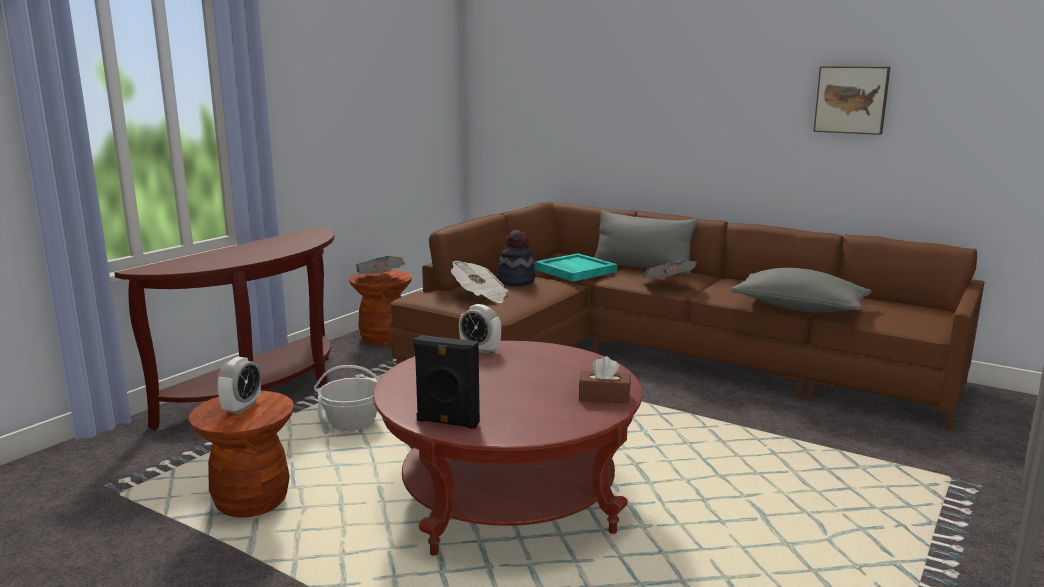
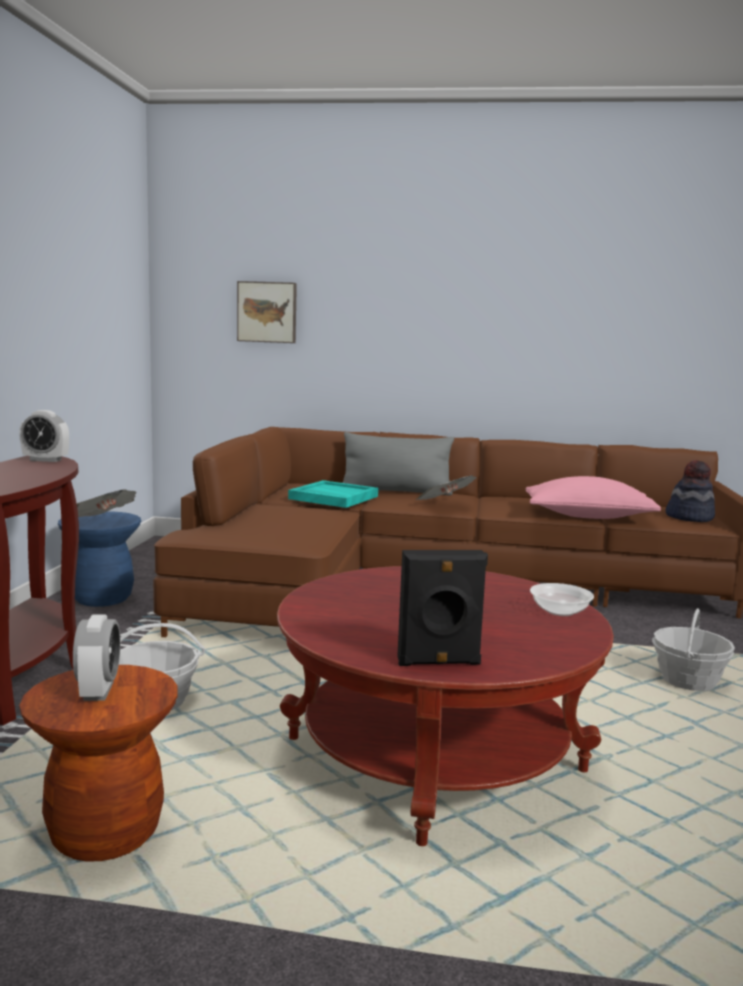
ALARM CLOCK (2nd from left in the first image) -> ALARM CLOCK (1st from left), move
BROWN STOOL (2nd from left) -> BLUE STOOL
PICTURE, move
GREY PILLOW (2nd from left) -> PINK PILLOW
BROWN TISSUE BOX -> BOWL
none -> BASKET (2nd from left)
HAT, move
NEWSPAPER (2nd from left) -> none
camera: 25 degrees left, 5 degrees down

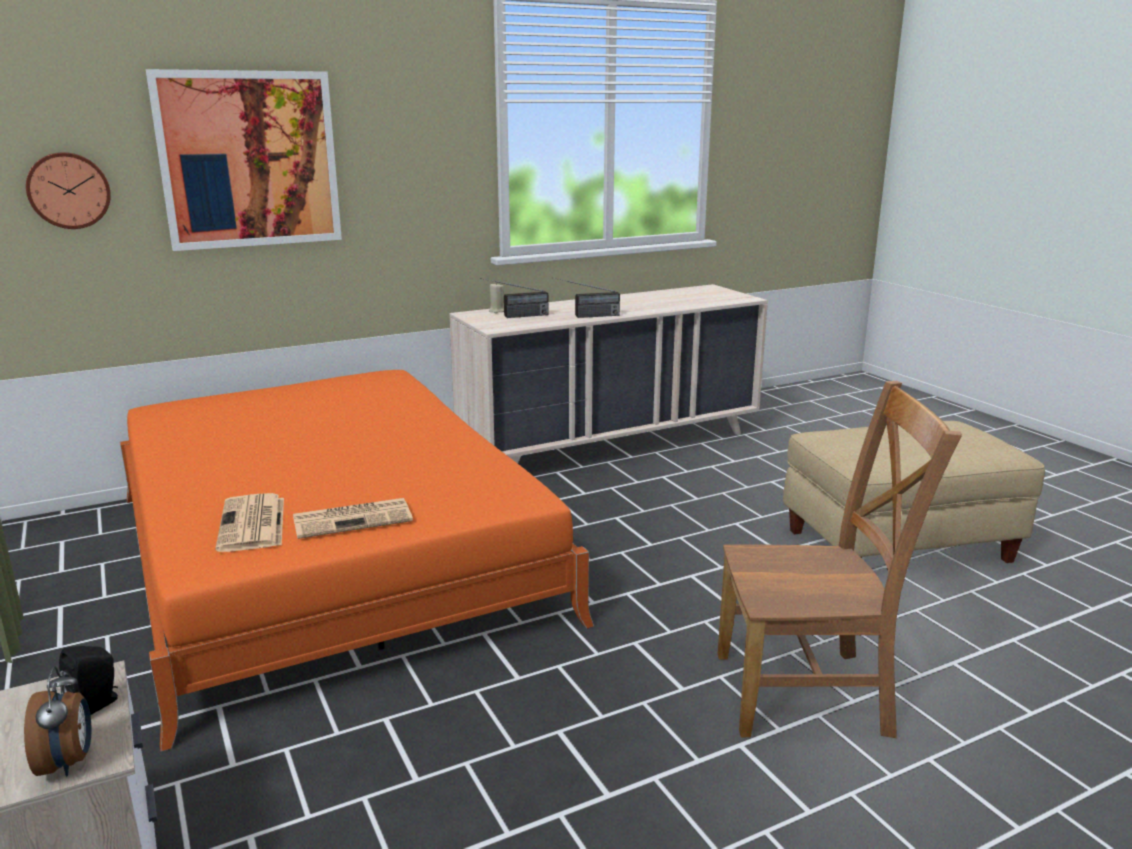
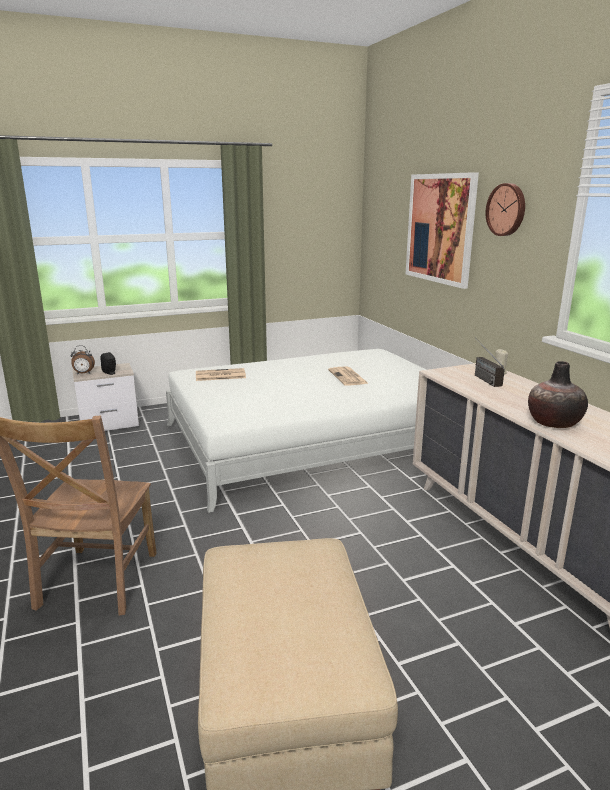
ORANGE BED -> WHITE BED
NEWSPAPER (2nd from left), move
WALL CLOCK, move
none -> VASE
RADIO (2nd from left) -> none
camera: 95 degrees right, 0 degrees up

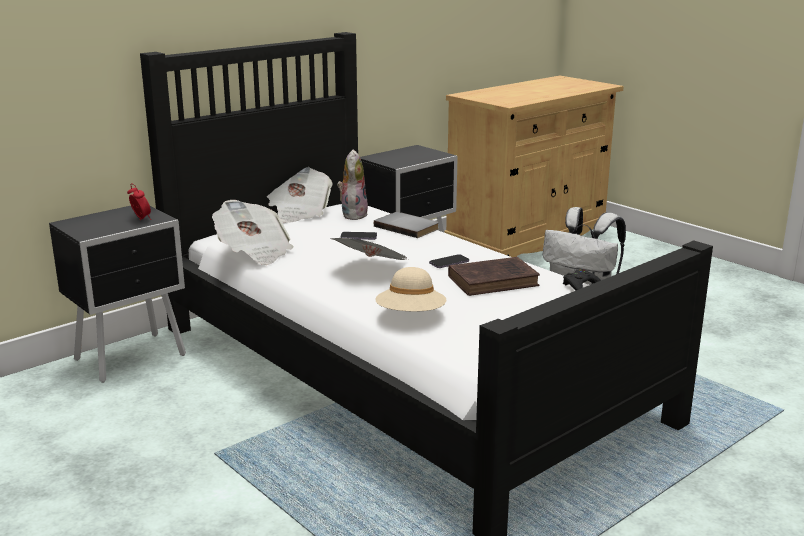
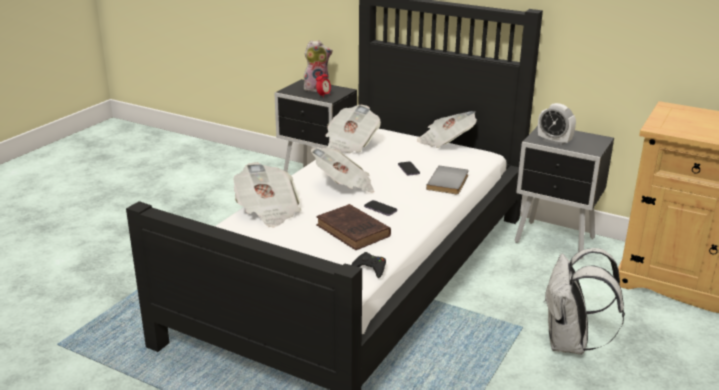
BEIGE HAT -> NEWSPAPER (1st from left)
PLUSH TOY, move
none -> ALARM CLOCK (2nd from left)
camera: 70 degrees right, 5 degrees up

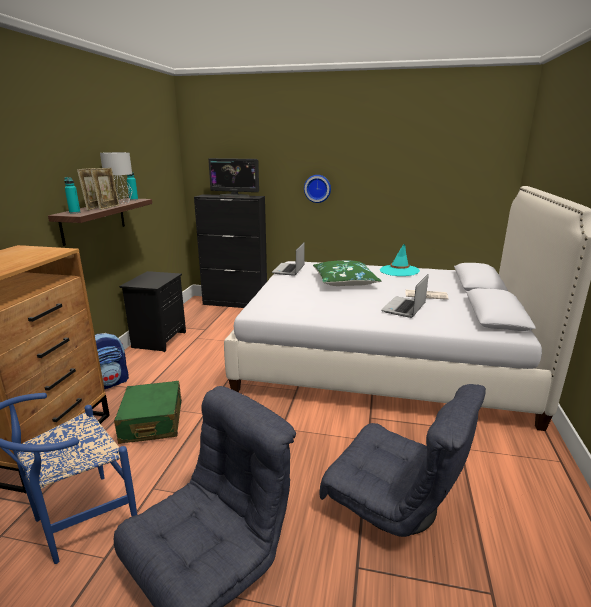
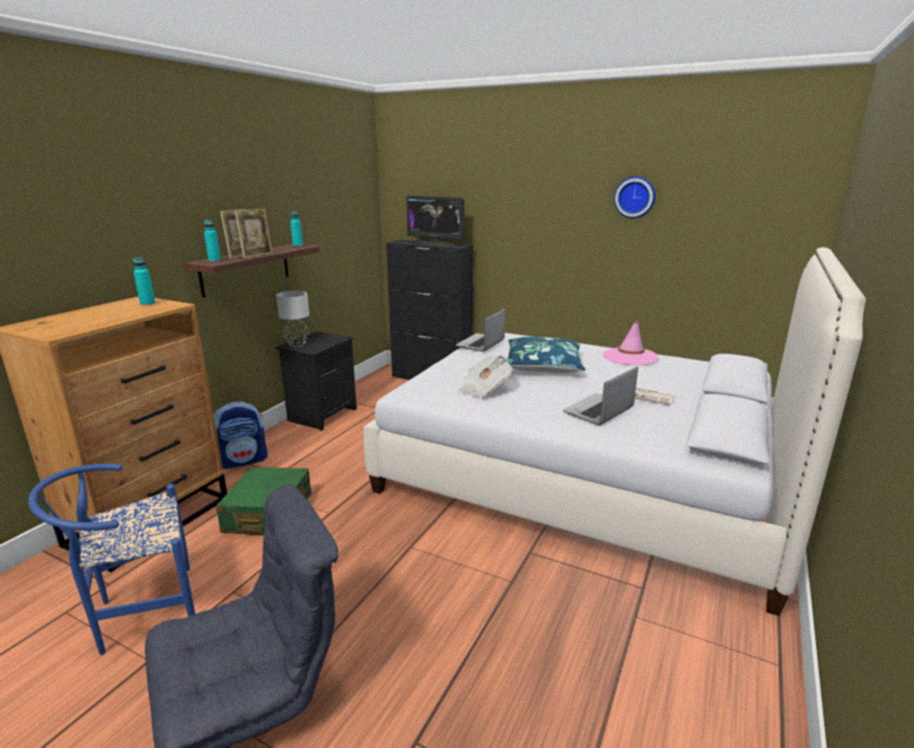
none -> TURQUOISE BOTTLE (1st from left)
GREY TABLE LAMP, move
none -> NEWSPAPER (1st from left)
GREEN PILLOW -> BLUE PILLOW
TURQUOISE HAT -> PINK HAT
WALL CLOCK, move
GREY ARMCHAIR (2nd from left) -> none
camera: 15 degrees right, 0 degrees up

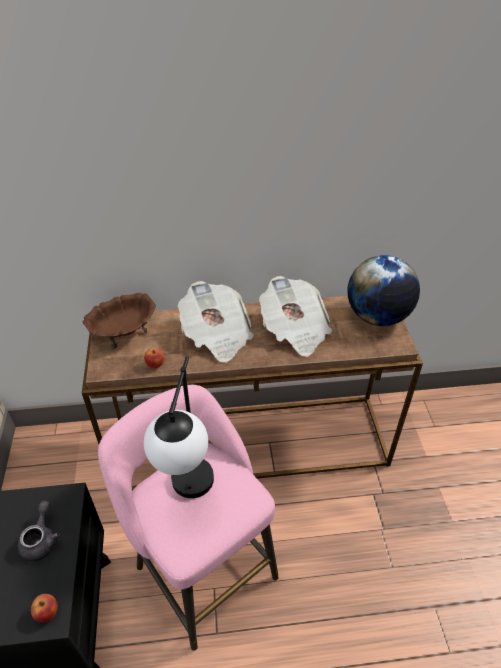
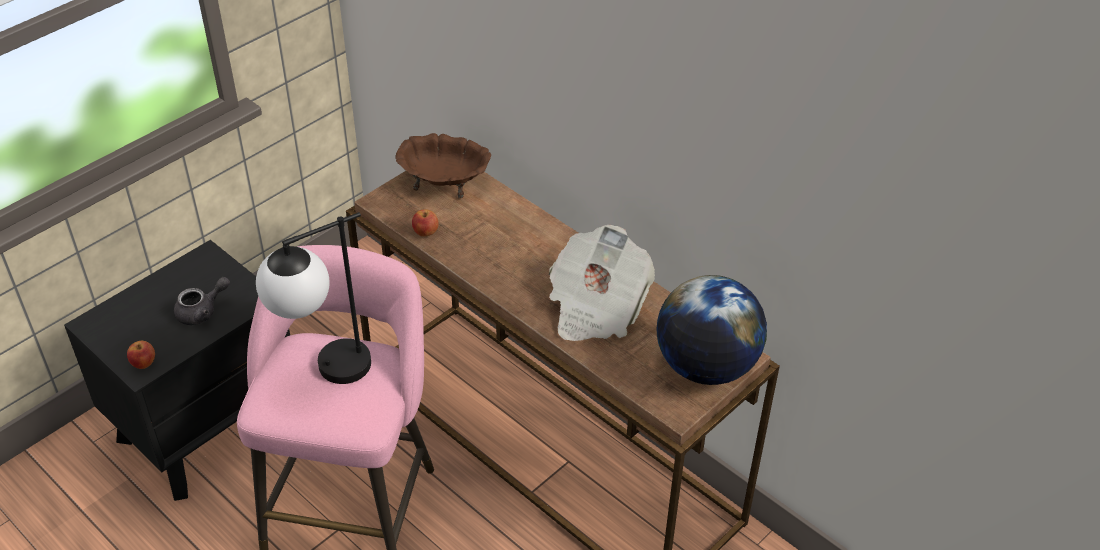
NEWSPAPER (1st from left) -> none
camera: 50 degrees right, 0 degrees up

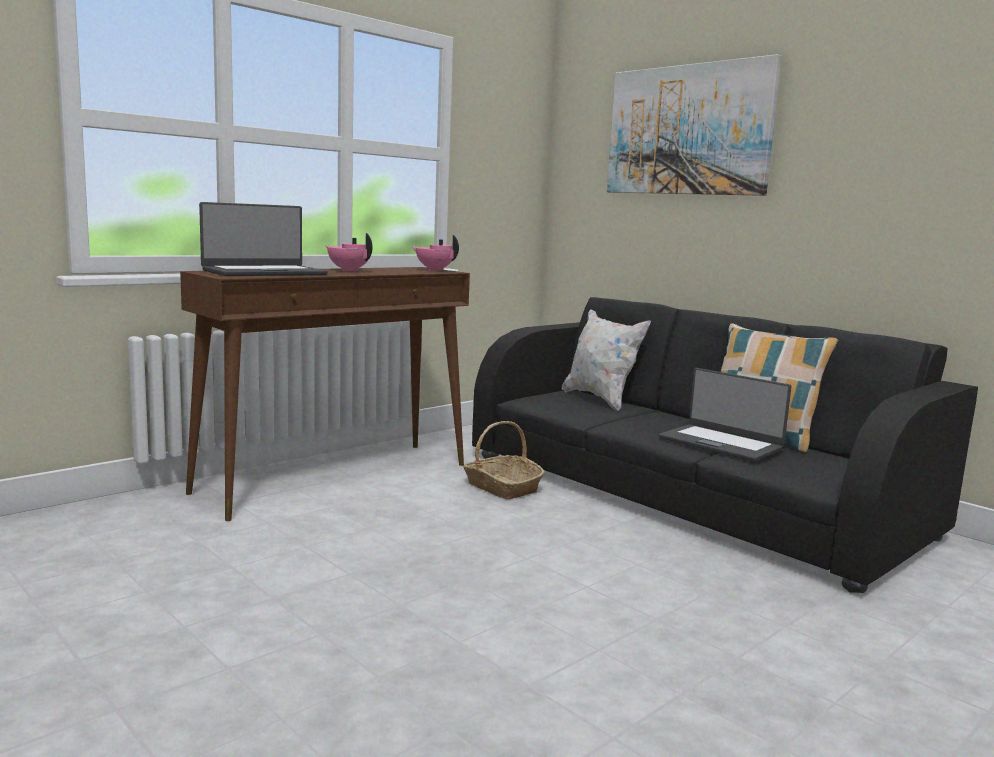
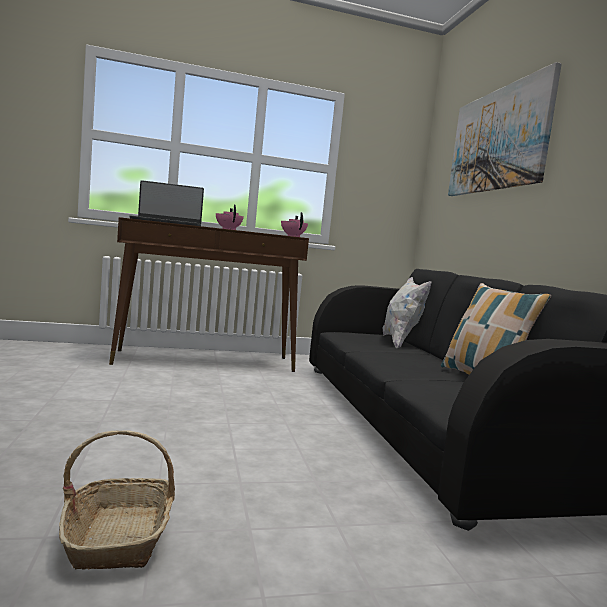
BASKET, move
LAPTOP (2nd from left) -> none
camera: 30 degrees right, 5 degrees down

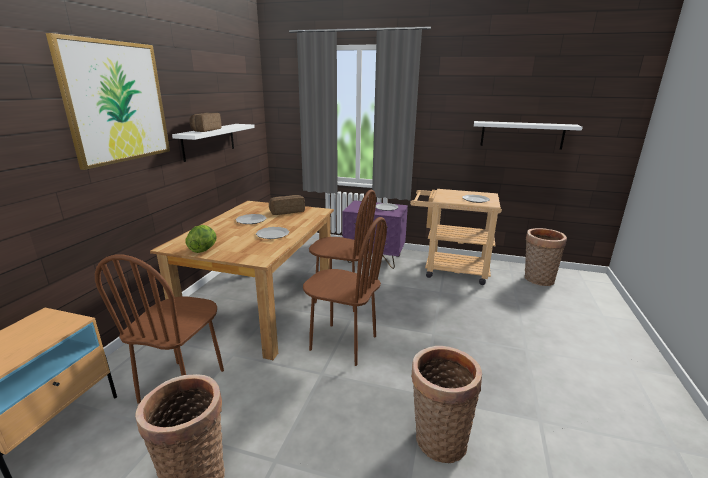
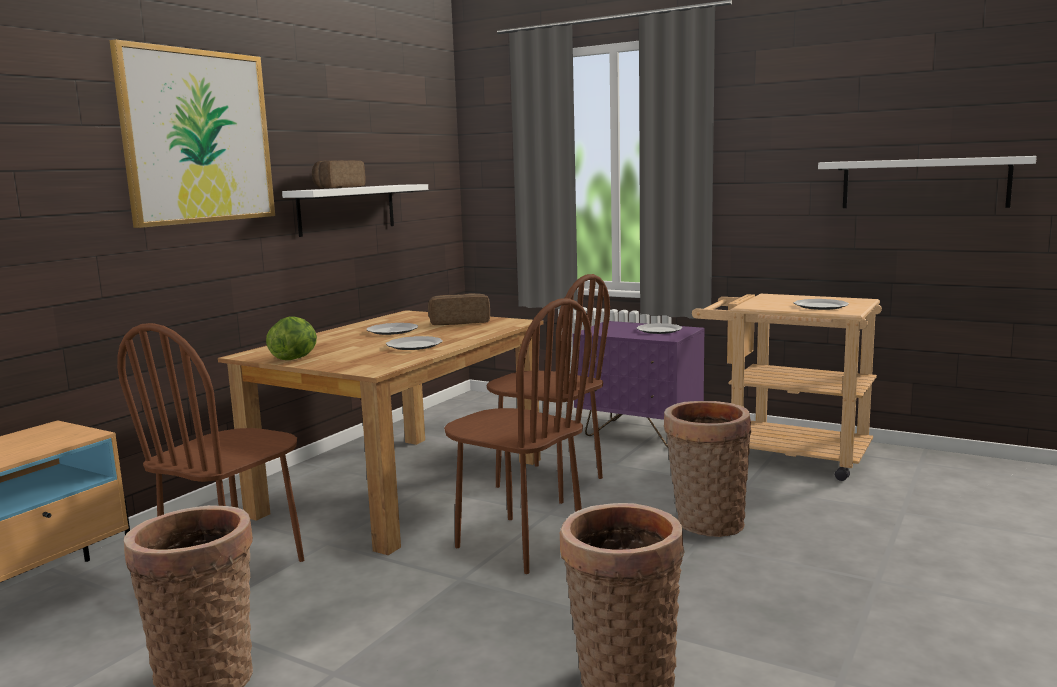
BASKET (3rd from left), move
camera: 15 degrees right, 10 degrees down

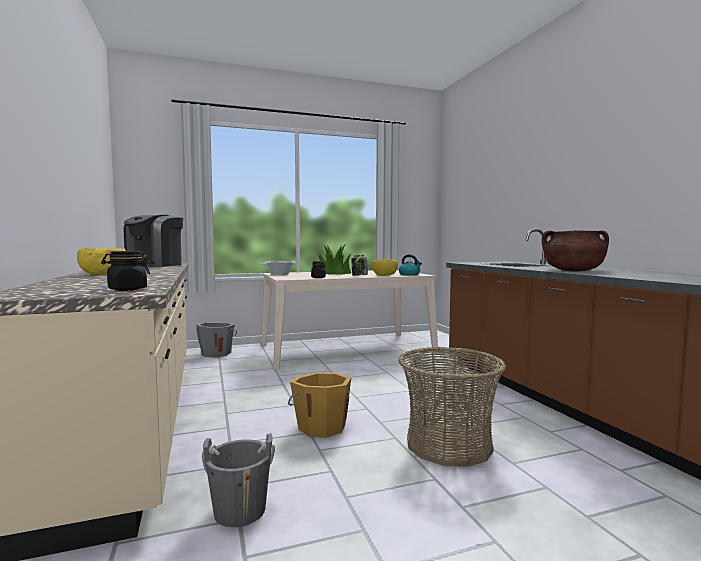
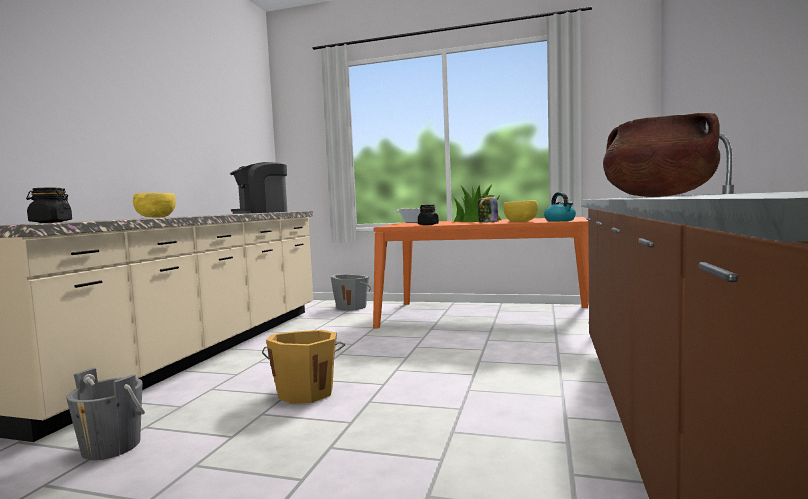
BEIGE DINING TABLE -> ORANGE DINING TABLE
BASKET -> none
camera: 35 degrees right, 0 degrees up

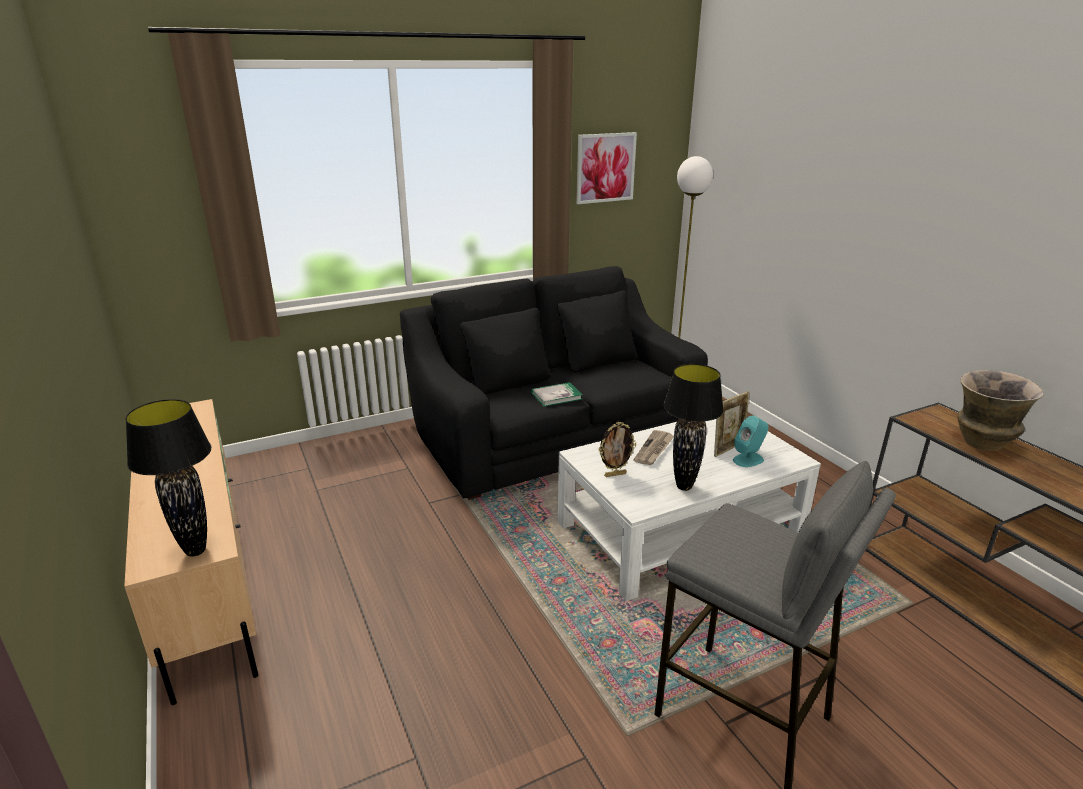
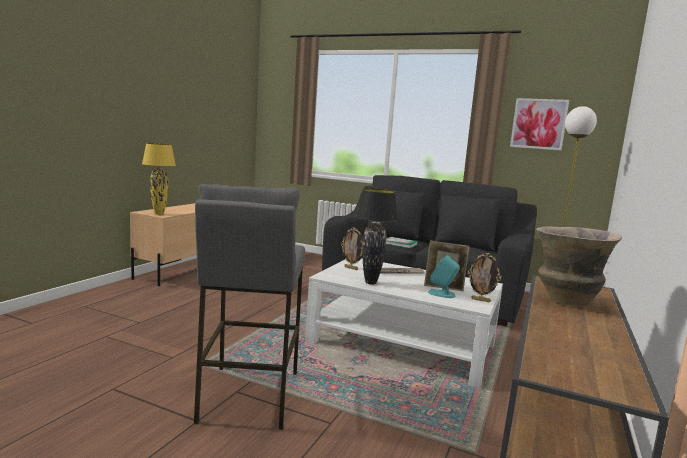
BLACK TABLE LAMP (1st from left) -> YELLOW TABLE LAMP
none -> PICTURE FRAME (3rd from left)
camera: 50 degrees right, 15 degrees down

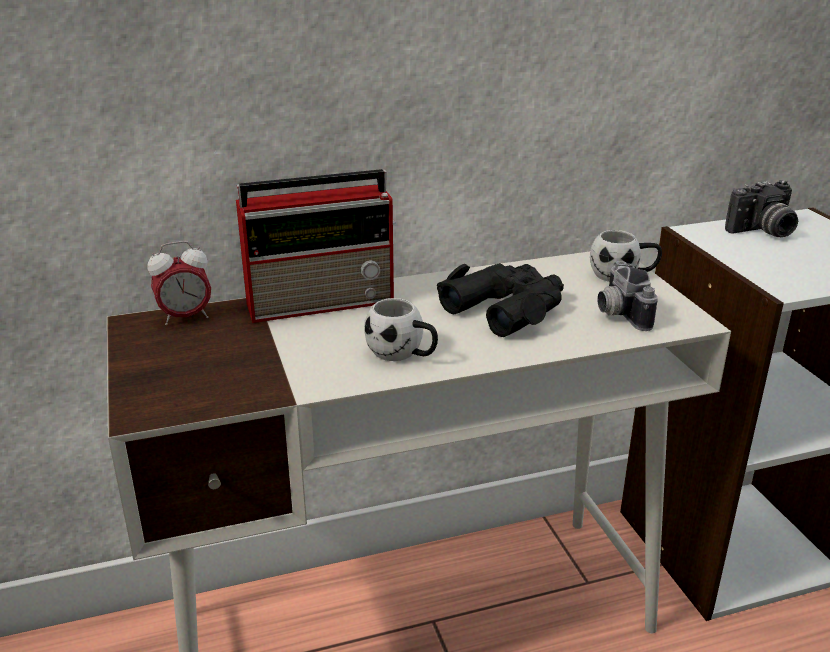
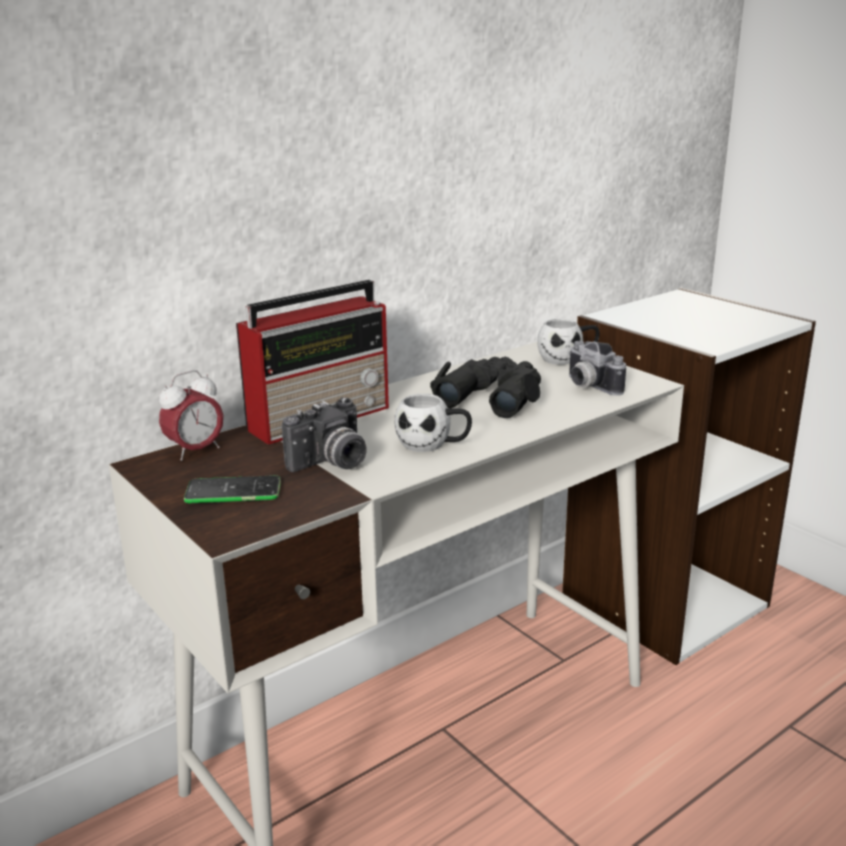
none -> PHONE
PHOTO CAMERA (2nd from left in the first image) -> PHOTO CAMERA (1st from left), move
camera: 20 degrees left, 5 degrees down

